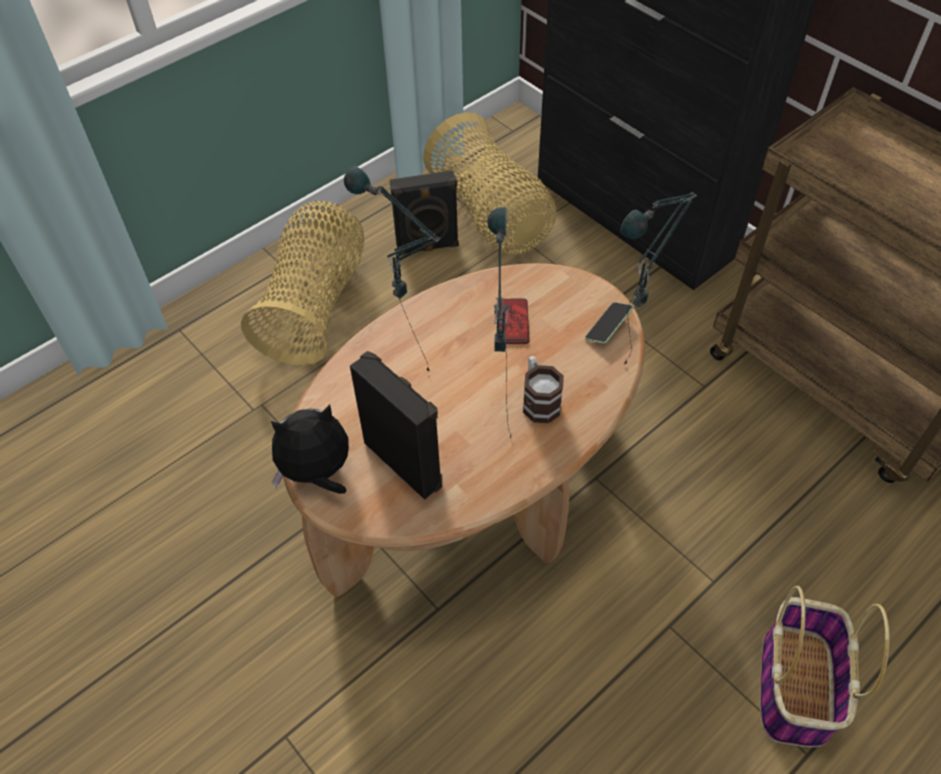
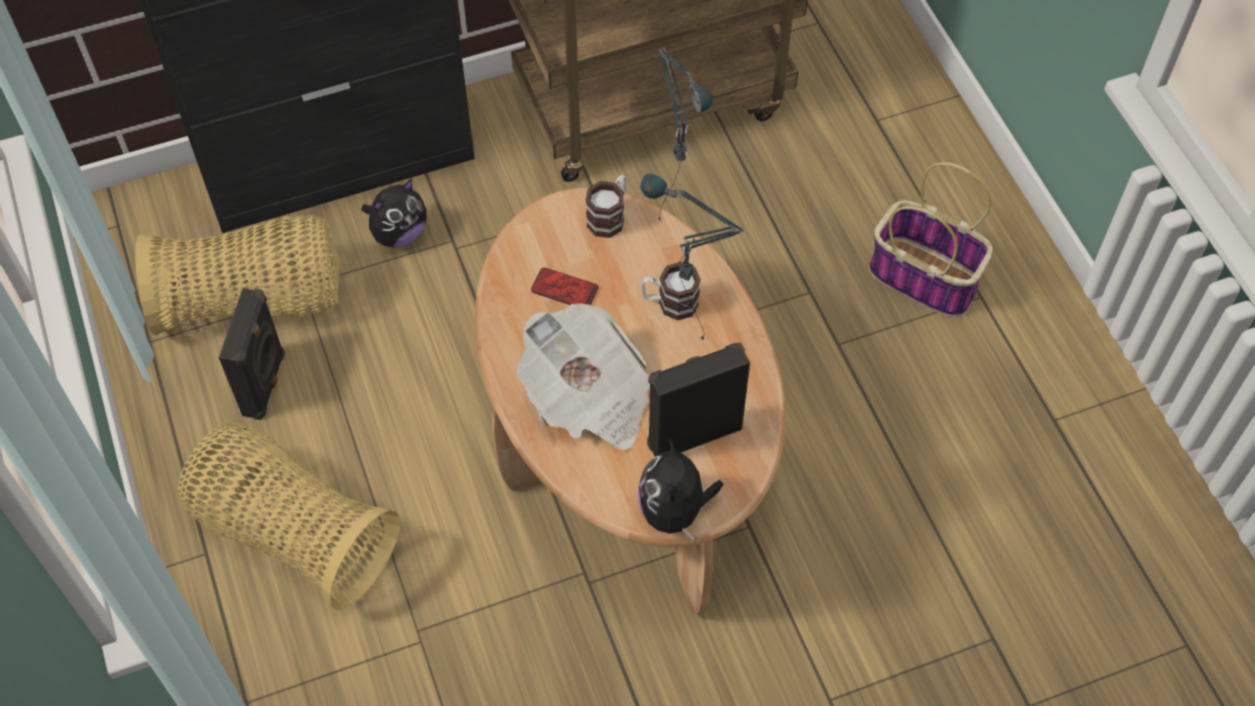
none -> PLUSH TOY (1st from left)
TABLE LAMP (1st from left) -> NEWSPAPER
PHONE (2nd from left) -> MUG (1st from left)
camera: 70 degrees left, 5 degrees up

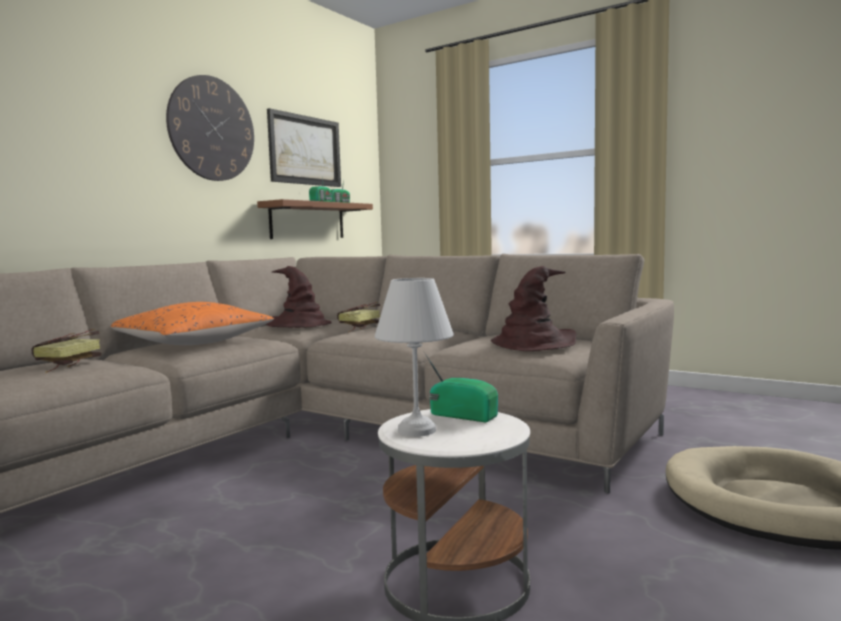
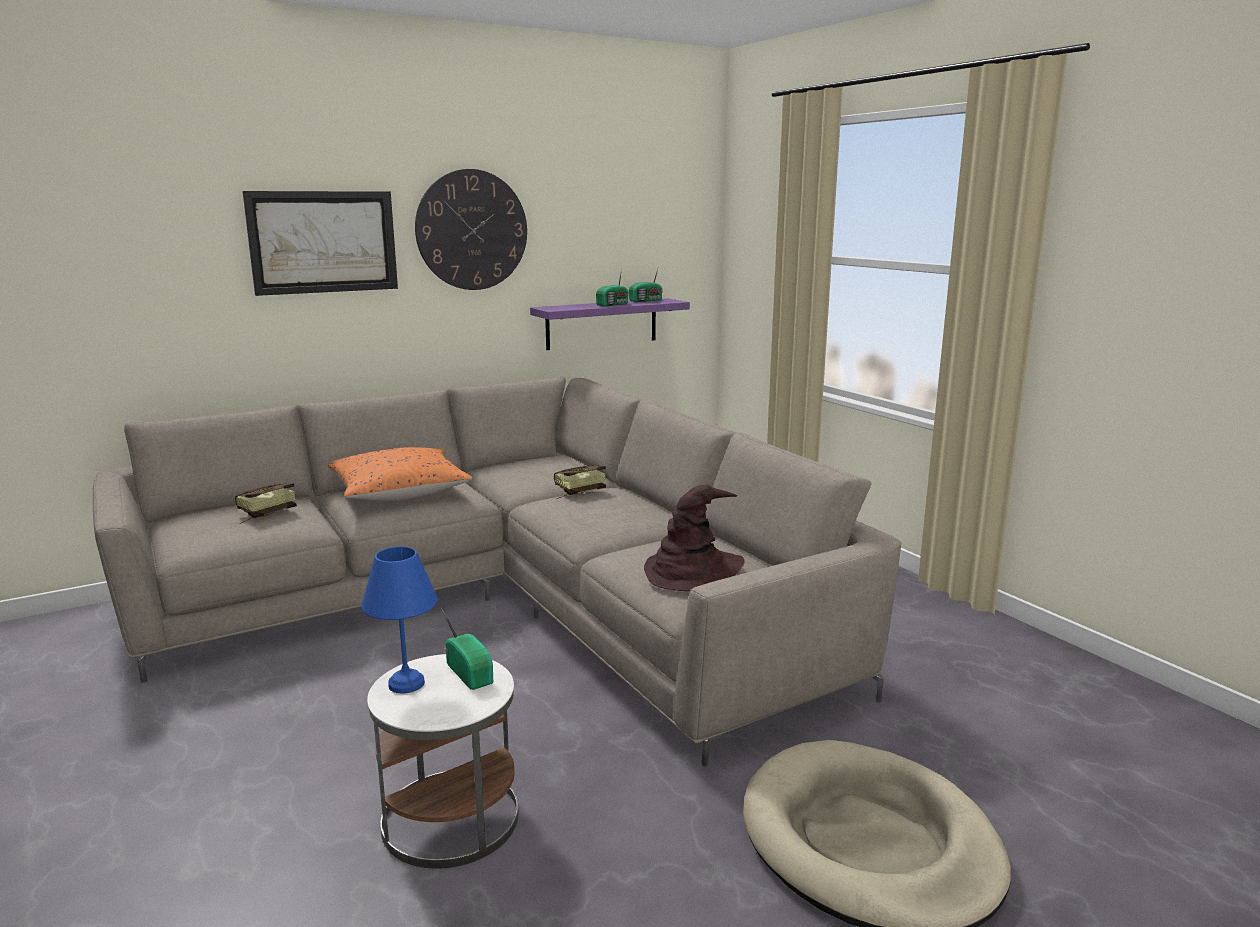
PICTURE, move
WHITE TABLE LAMP -> BLUE TABLE LAMP
BROWN SHELF -> PURPLE SHELF
BROWN HAT (1st from left) -> none
camera: 25 degrees right, 10 degrees up

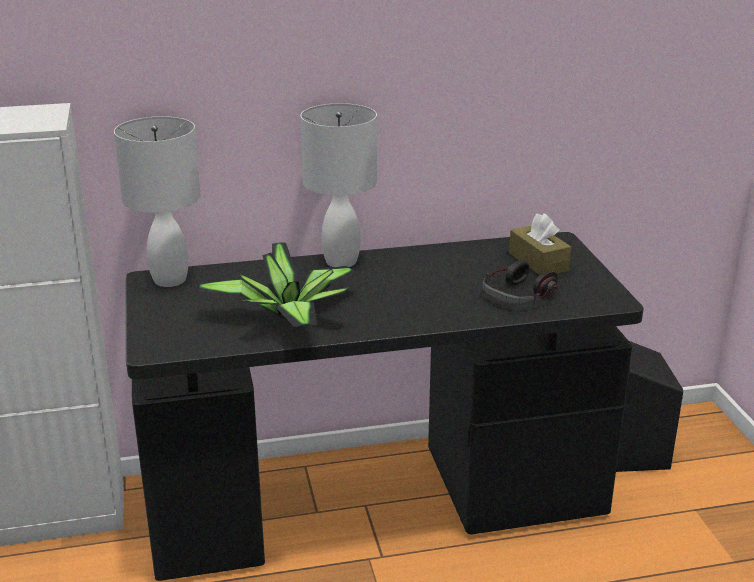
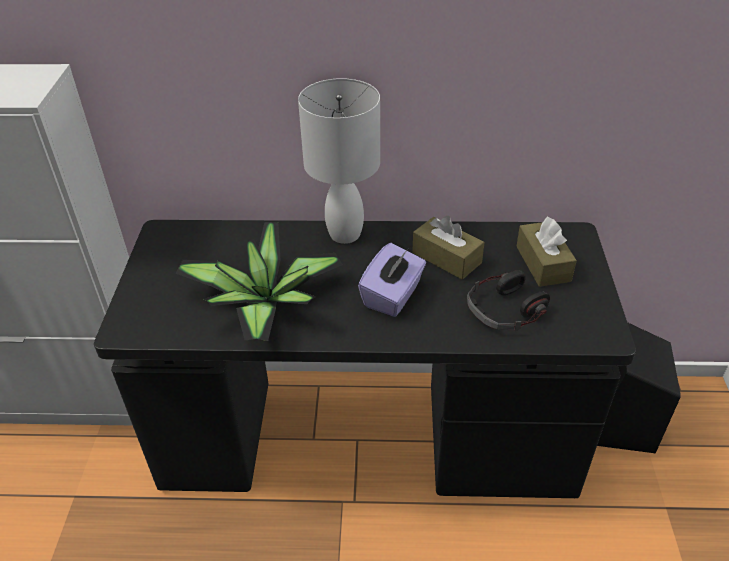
none -> PURPLE TISSUE BOX
none -> BROWN TISSUE BOX (1st from left)
WHITE TABLE LAMP (1st from left) -> none
camera: 15 degrees right, 15 degrees up

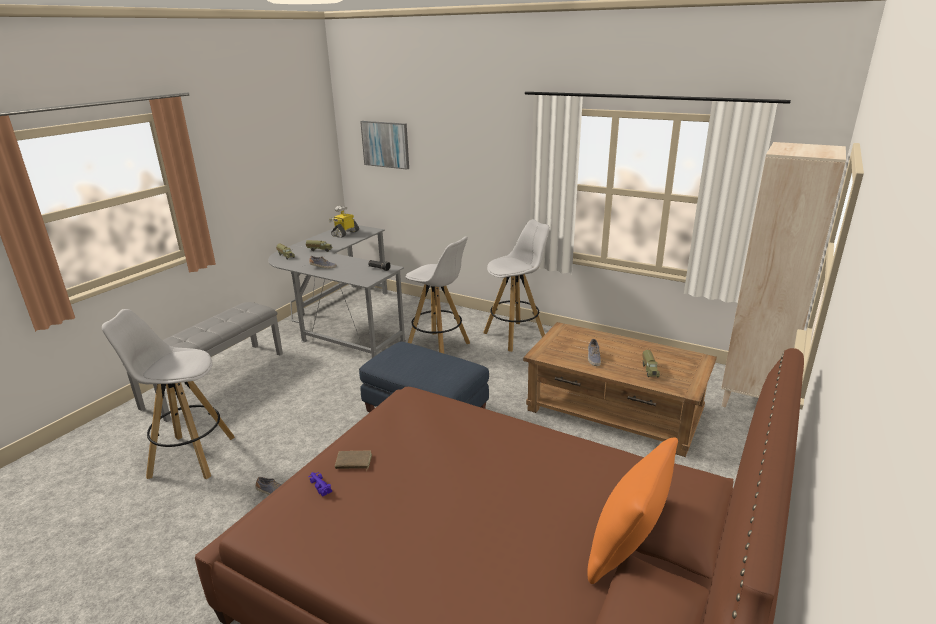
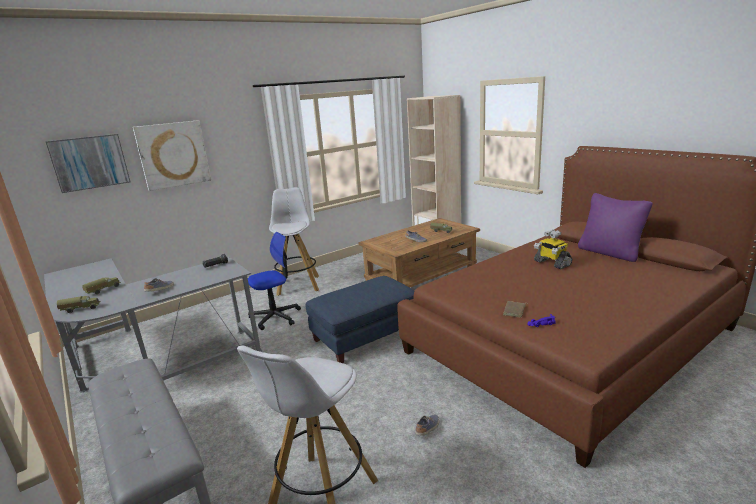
none -> PICTURE (2nd from left)
WHITE STOOL (2nd from left) -> OFFICE CHAIR
TOY ROBOT, move
ORANGE PILLOW -> PURPLE PILLOW
camera: 65 degrees left, 5 degrees down

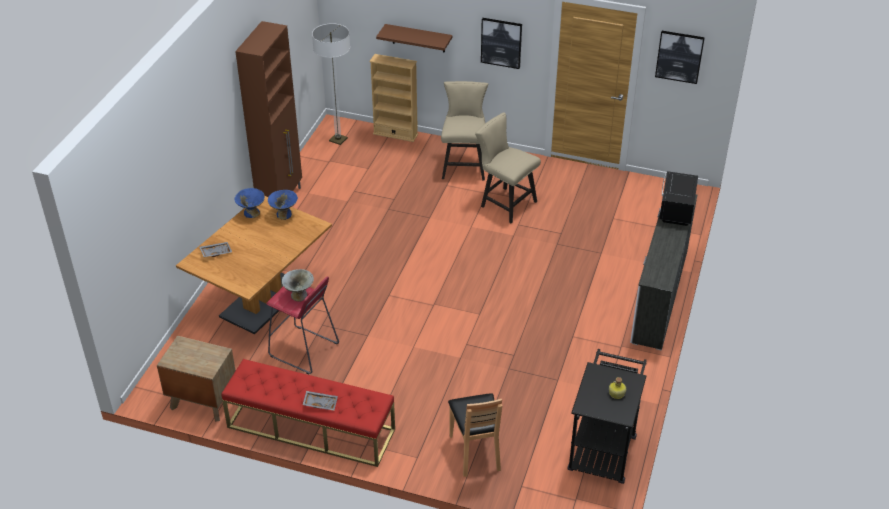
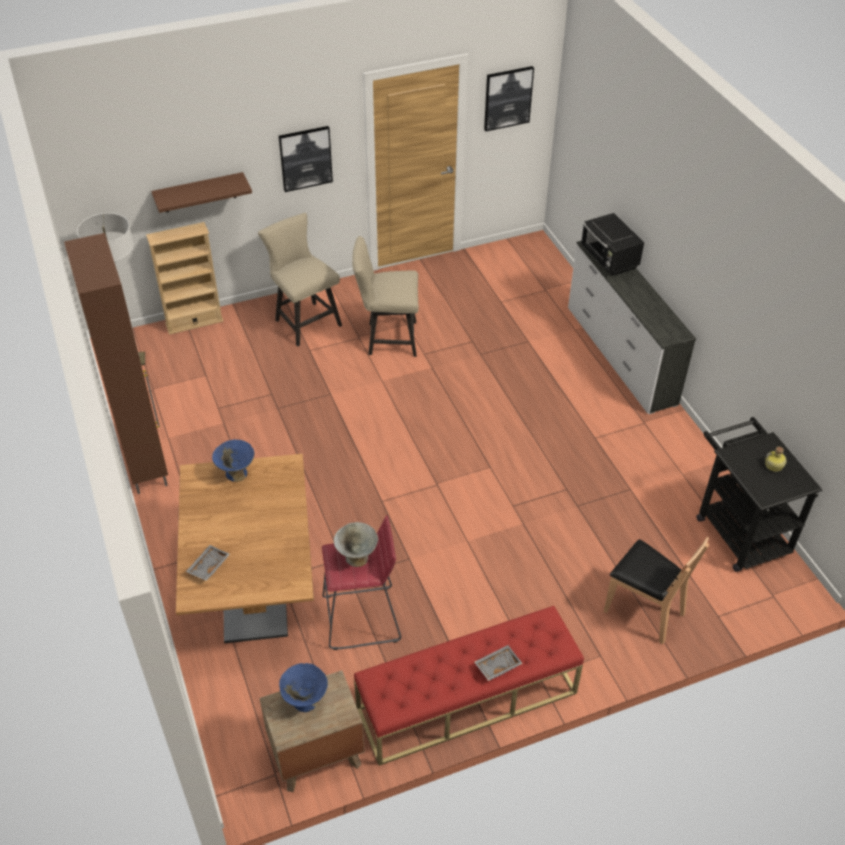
BLUE BOWL (1st from left in the first image) -> BLUE BOWL (2nd from left), move
camera: 40 degrees left, 5 degrees up

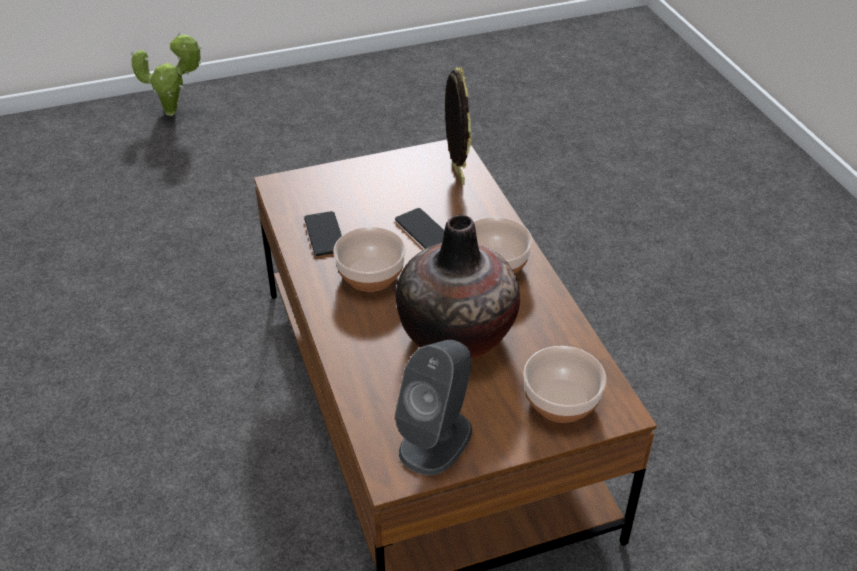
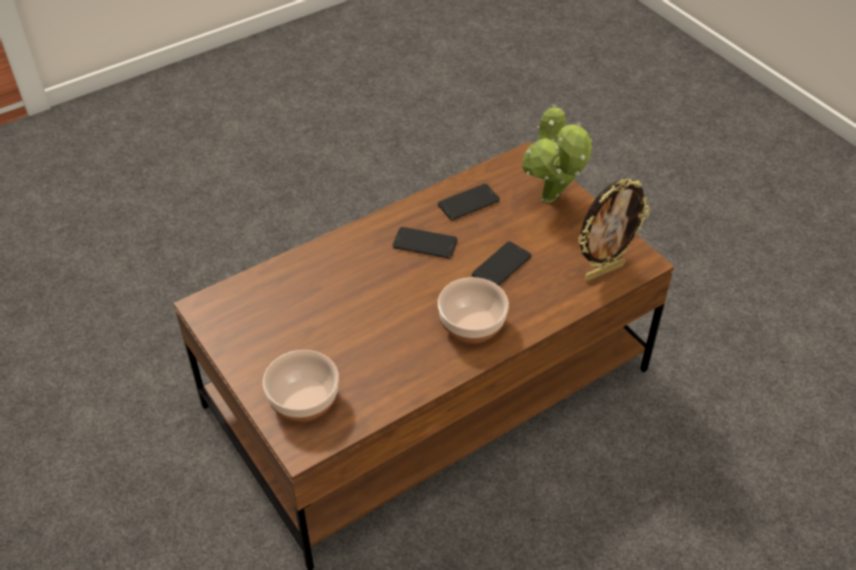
BOWL (1st from left) -> PHONE (1st from left)
POTTED PLANT, move
GREY SPEAKER -> none
VASE -> none
camera: 75 degrees right, 5 degrees up

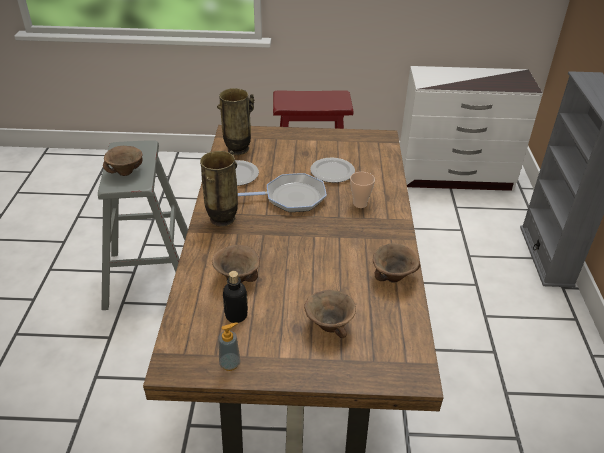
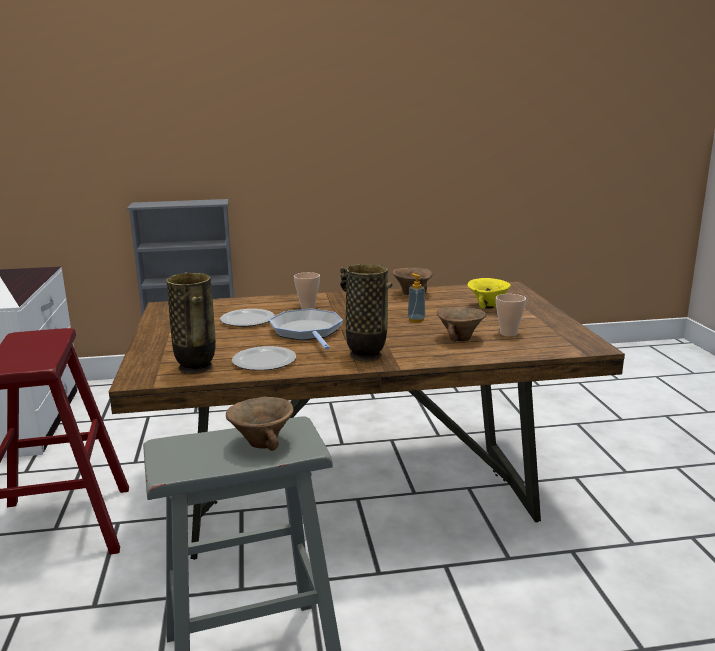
SOAP DISPENSER, move
BROWN BOWL (3rd from left) -> YELLOW BOWL
BOTTLE -> CUP (2nd from left)
camera: 100 degrees left, 20 degrees down

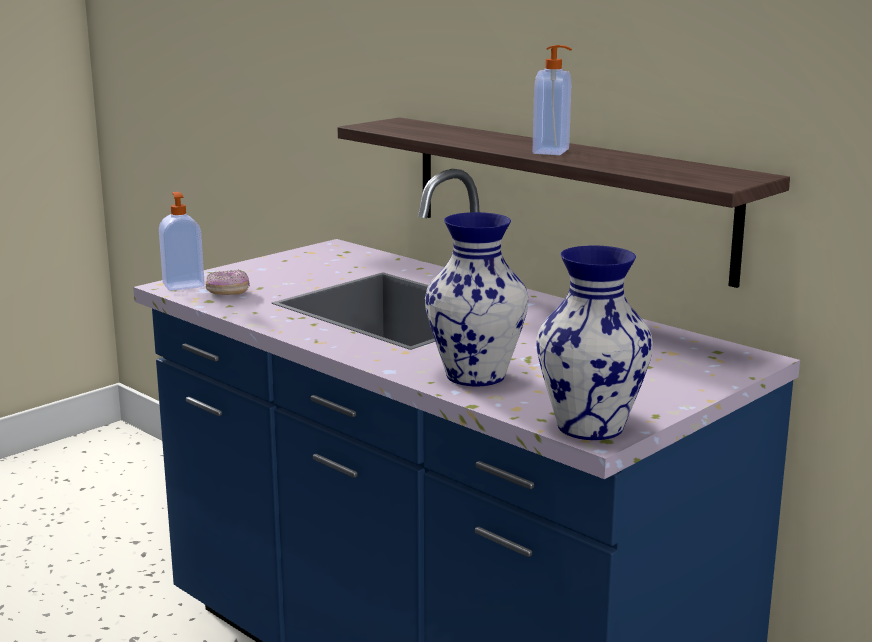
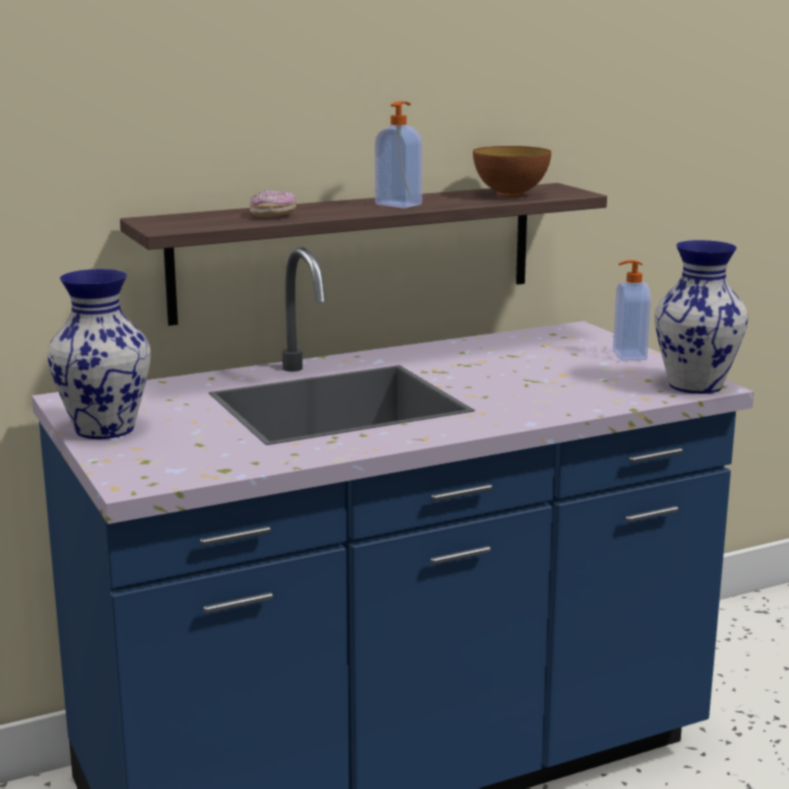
VASE (1st from left), move
DONUT, move
none -> BOWL
SOAP DISPENSER (1st from left in the first image) -> SOAP DISPENSER (2nd from left), move
camera: 70 degrees left, 0 degrees up

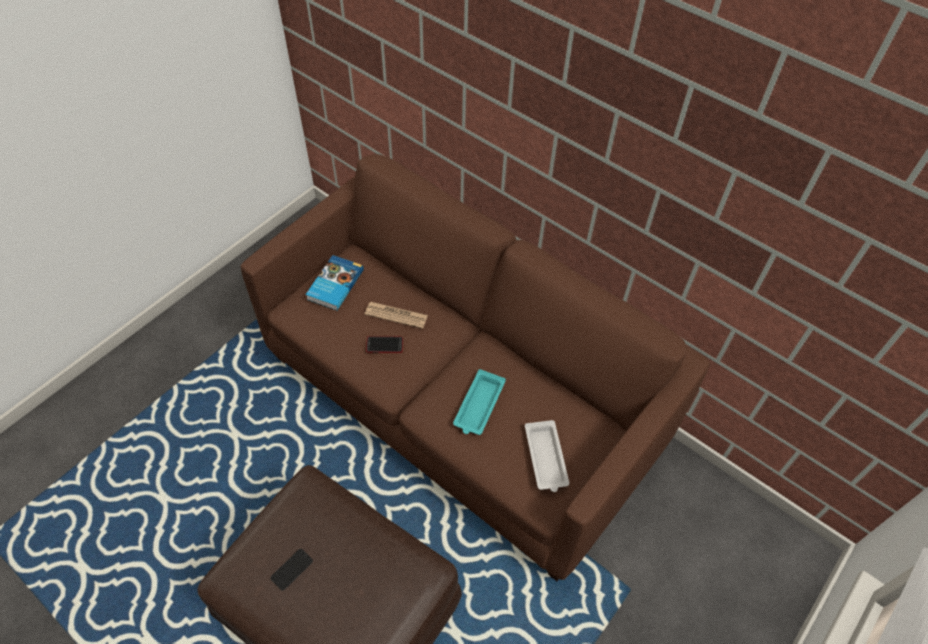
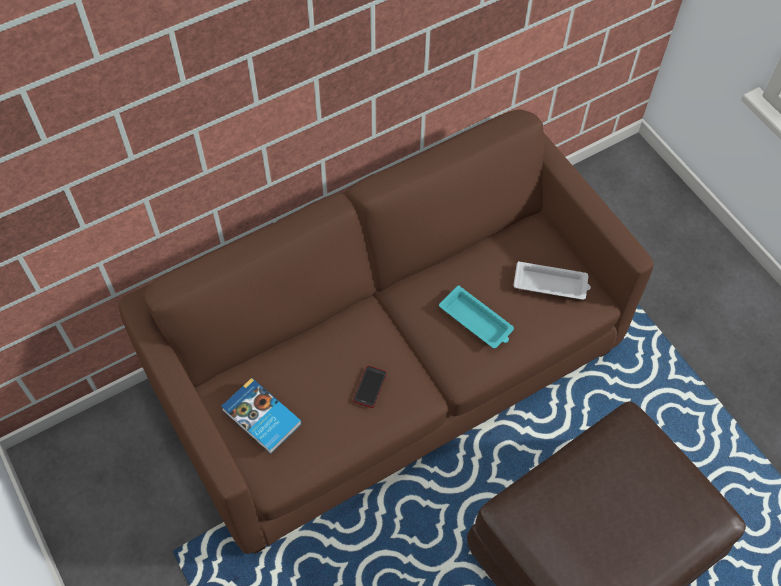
PHONE (1st from left) -> none
NEWSPAPER -> none
camera: 70 degrees left, 5 degrees up

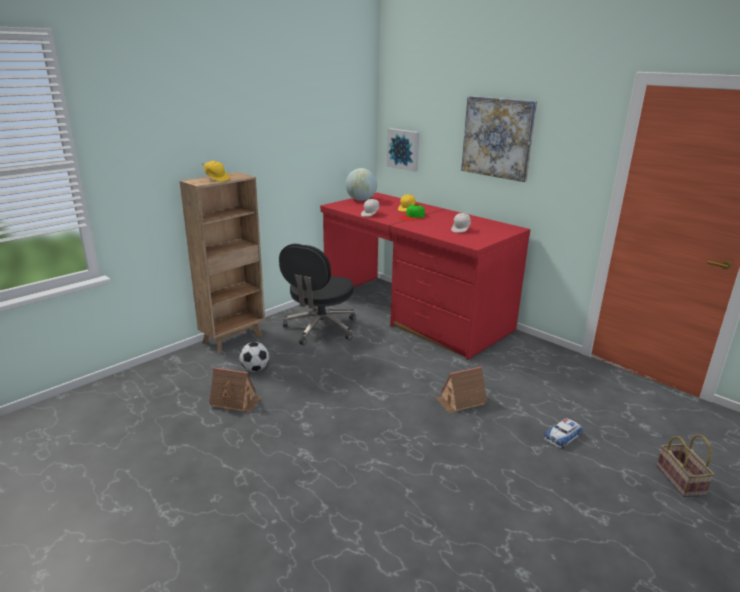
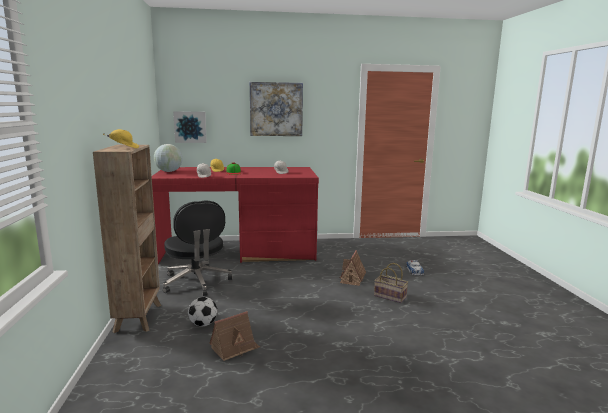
BASKET, move
camera: 50 degrees left, 10 degrees down

